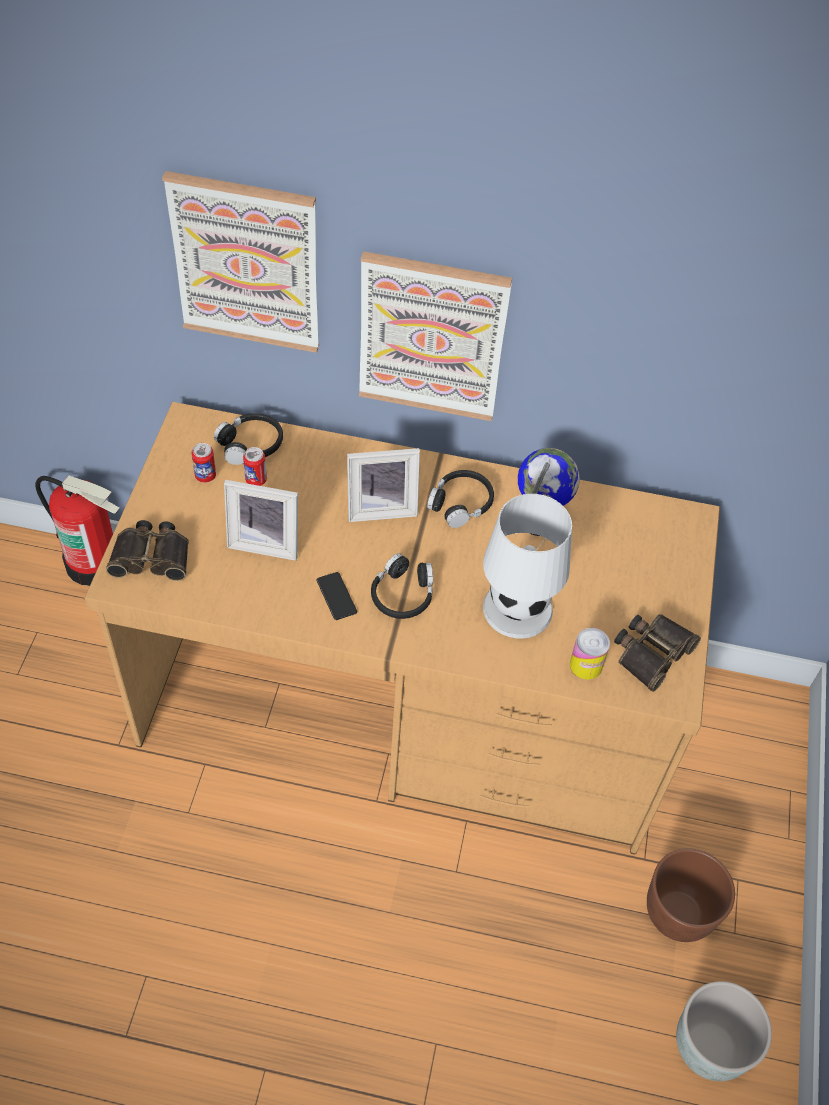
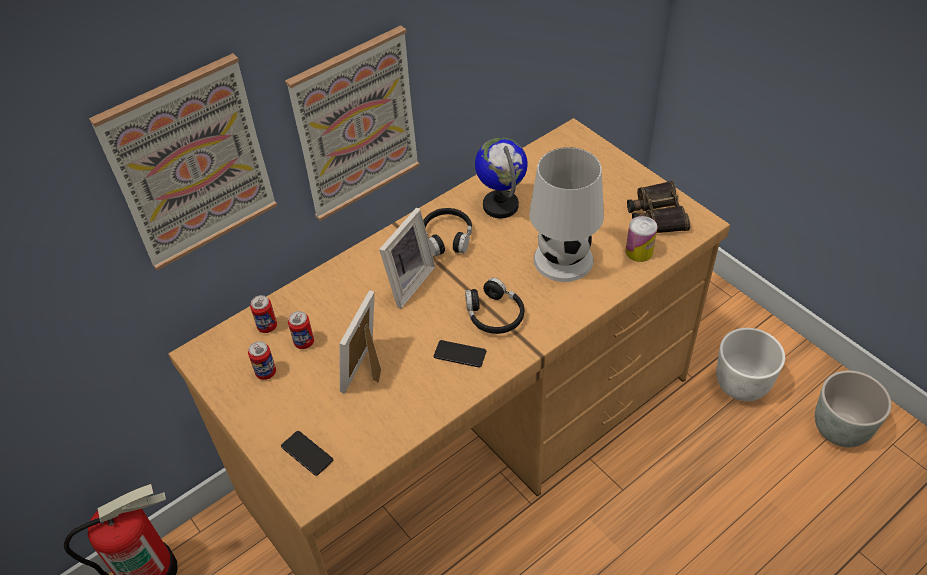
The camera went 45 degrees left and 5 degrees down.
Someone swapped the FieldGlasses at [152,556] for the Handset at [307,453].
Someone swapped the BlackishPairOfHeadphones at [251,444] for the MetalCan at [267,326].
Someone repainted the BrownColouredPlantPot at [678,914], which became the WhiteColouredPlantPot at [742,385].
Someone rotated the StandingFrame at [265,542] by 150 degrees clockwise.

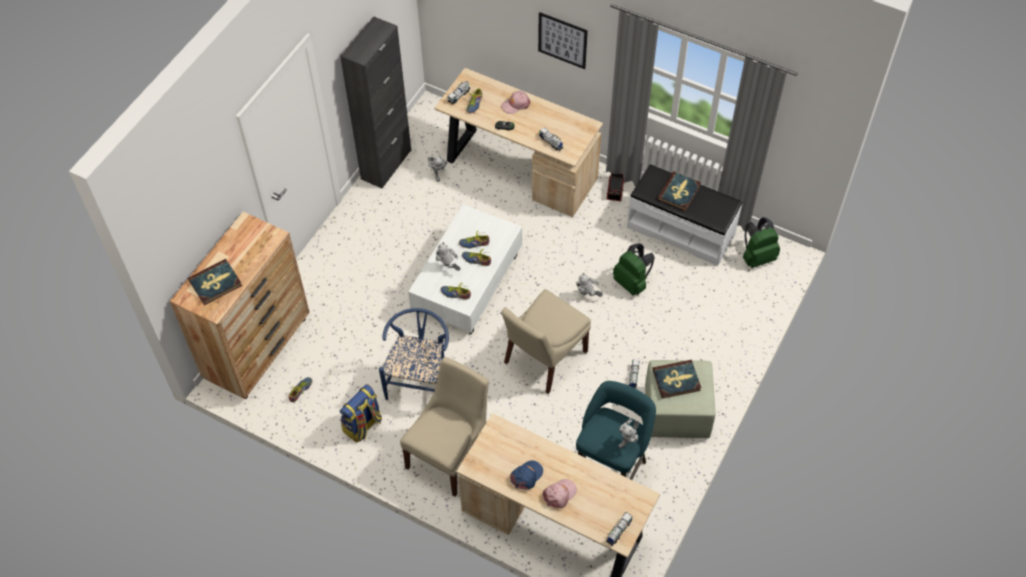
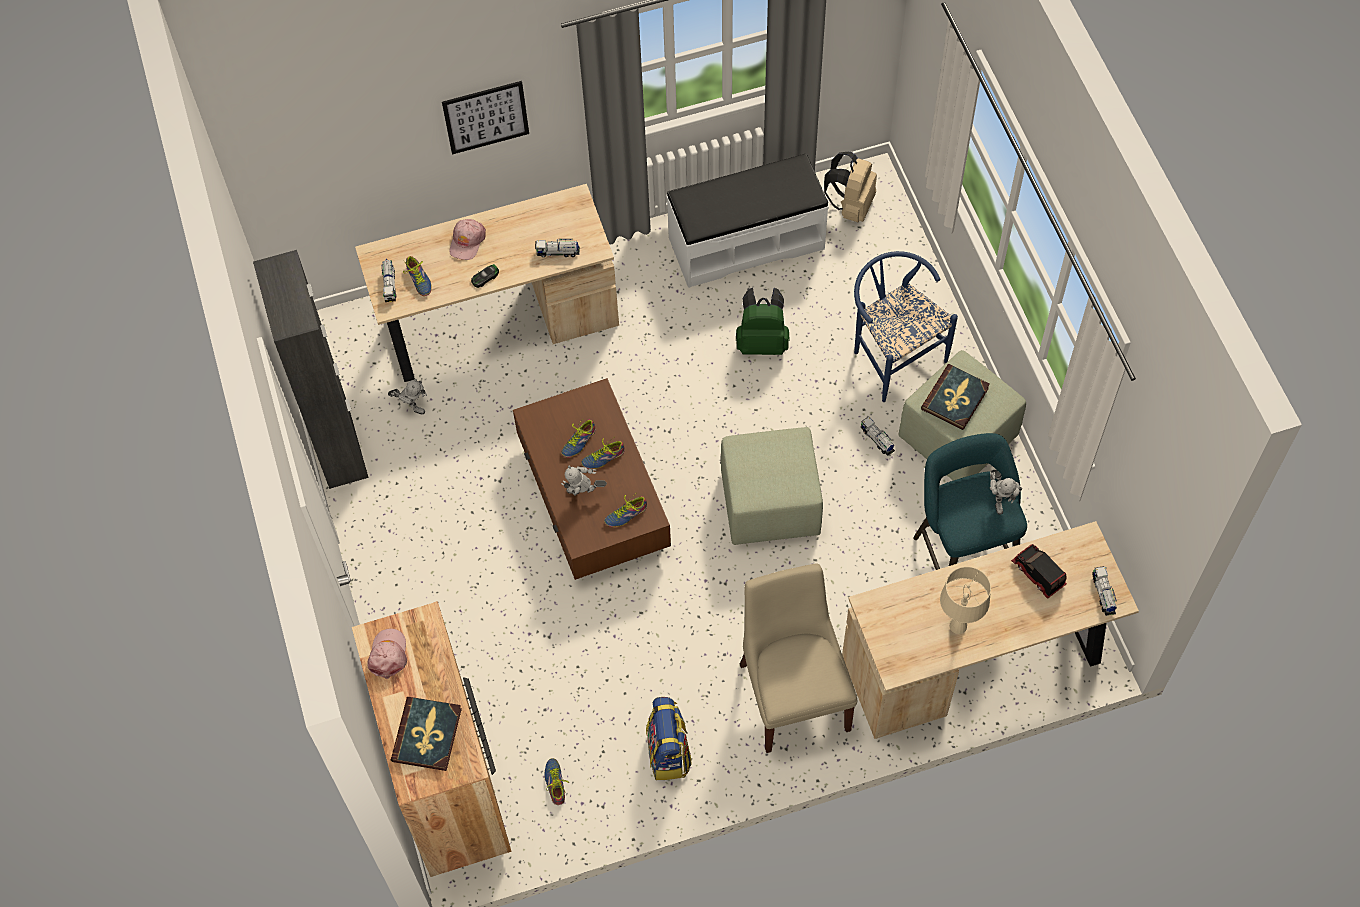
The camera went 45 degrees left and 5 degrees up.
Someone took away the ModelRobot at [587,296].
Someone took away the Book at [679,193].
Someone carried the BlueColouredPlainChair from [420,381] to [892,355].
Someone carried the PinkishCap from [559,494] to [388,655].
Someone carried the ModelTruck from [614,189] to [1037,574].
Someone swapped the SandColouredPlainChair at [543,359] for the GreenishFootrest at [769,505].
Someone swapped the BlueColouredCap at [526,476] for the SandColouredTabletopLamp at [958,626].
Someone repainted the WhiteColouredLowTable at [467,284], which became the BrownColouredLowTable at [594,499].
Someone repainted the GreenishRucksack at [757,257], which became the SandColouredRucksack at [851,206].

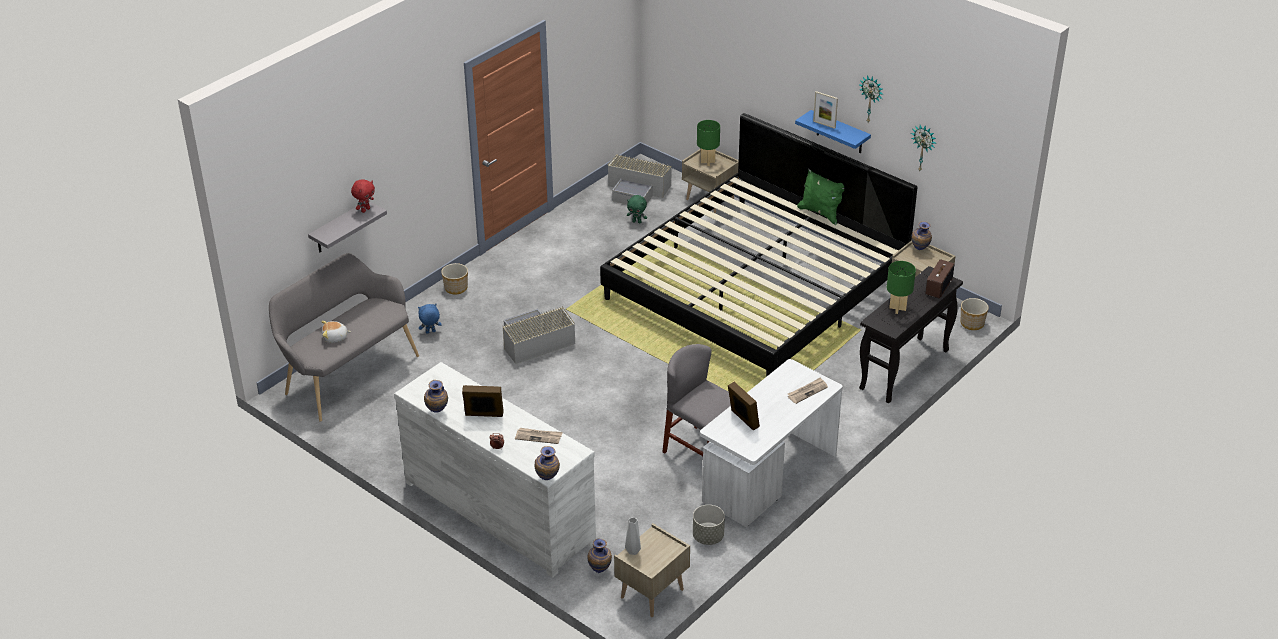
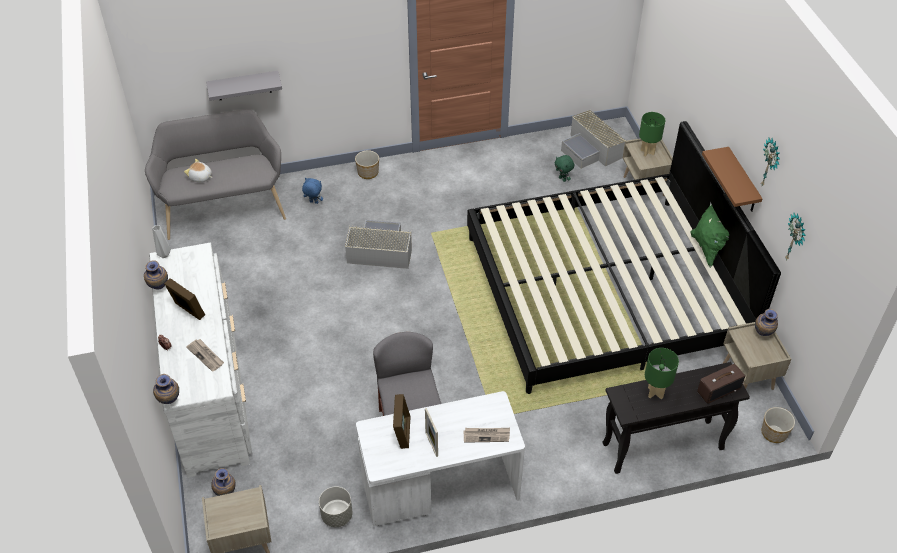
The camera went 35 degrees right and 10 degrees up.
Someone took away the RedSoftToy at [365,210].
Someone carried the GrayFlowerVase from [633,551] to [165,255].
Someone carried the StandingFrame from [824,124] to [431,444].
Someone repainted the BlueColouredShelf at [839,132], which became the BrownColouredShelf at [742,182].

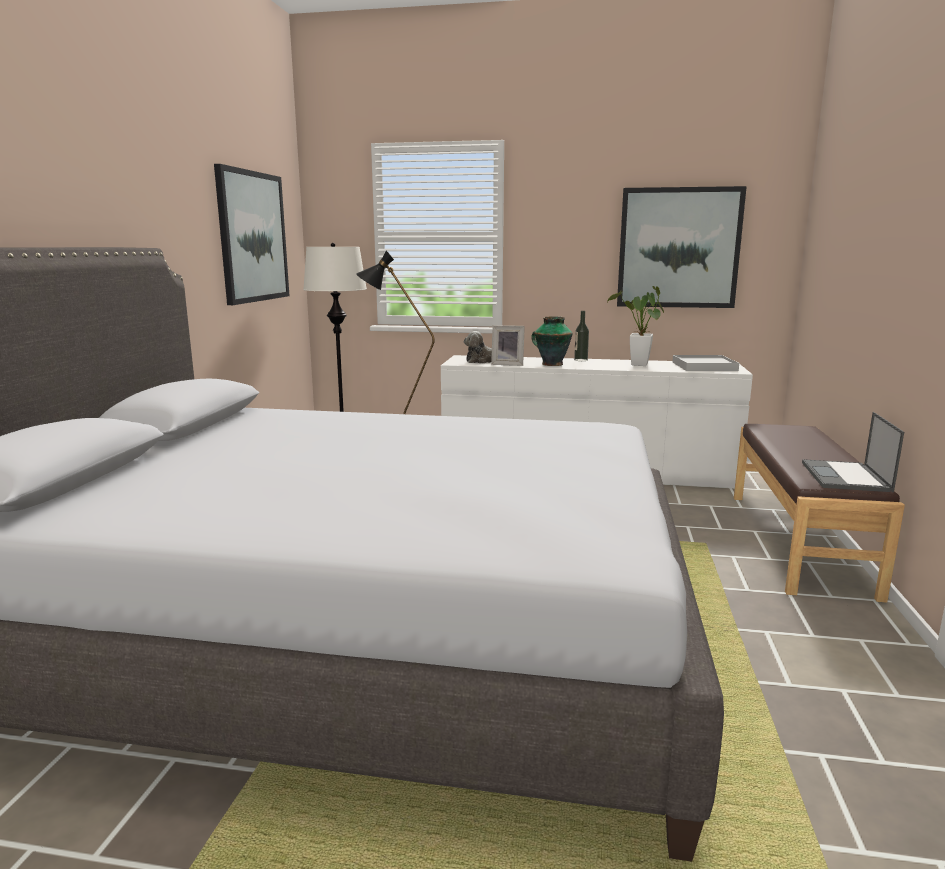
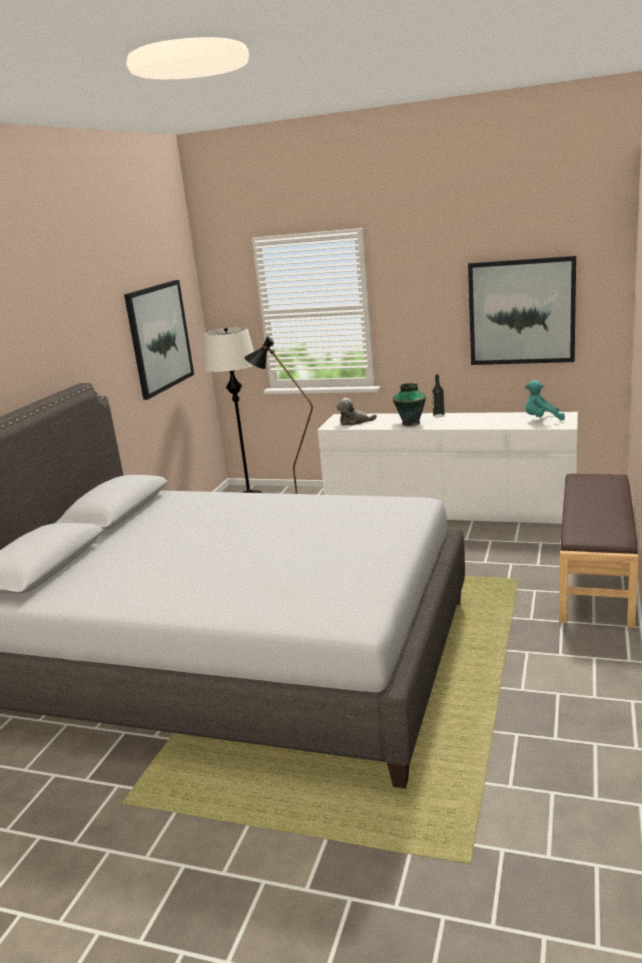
The camera went 10 degrees right and 5 degrees up.
Someone took away the StandingFrame at [507,364].
Someone took away the Houseplant at [638,365].
Someone took away the Laptop at [846,477].
Someone swapped the WhiteColouredCarryingTray at [704,366] for the TurquoiseColouredSoftToy at [541,419].

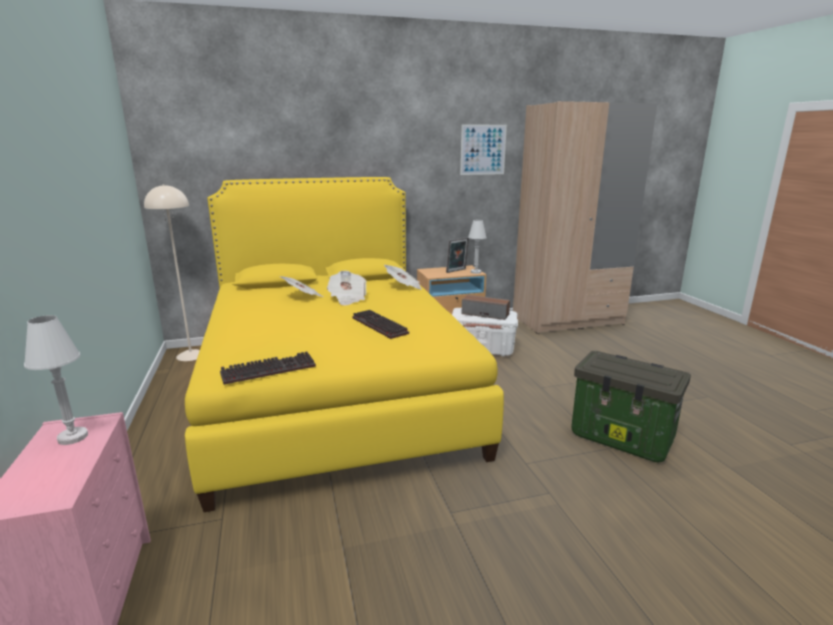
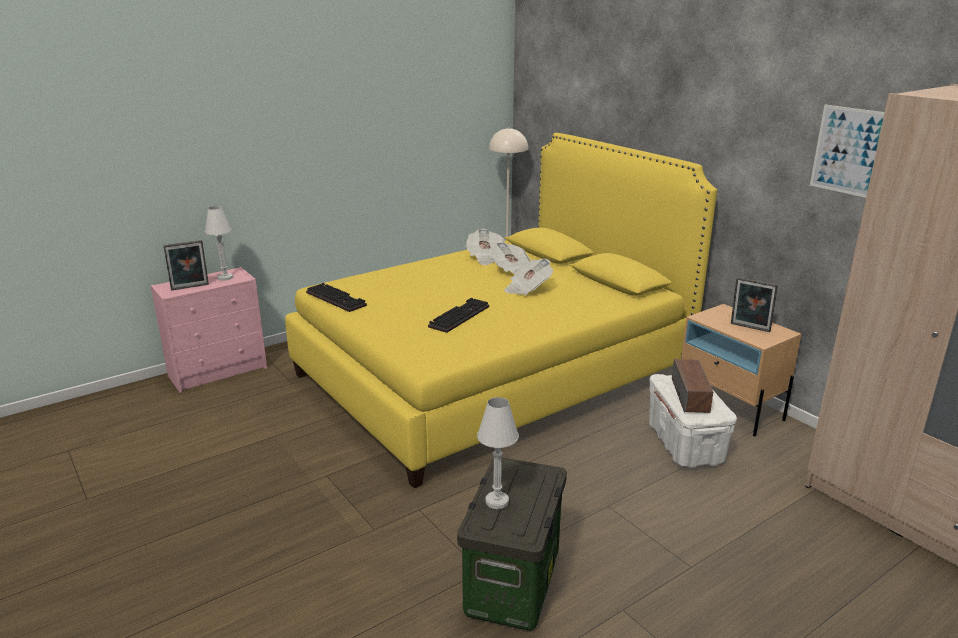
The camera went 70 degrees right and 5 degrees up.
Someone put down the StandingFrame at [190,287].
Someone carried the PrintedPaper from [404,287] to [485,258].
Someone carried the WhiteColouredTabletopLamp from [475,272] to [497,501].

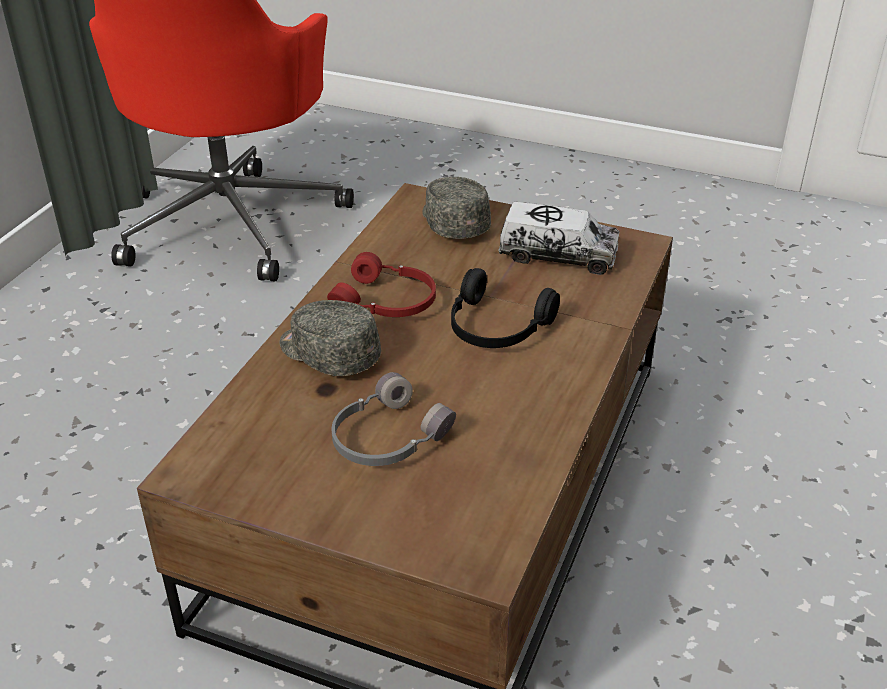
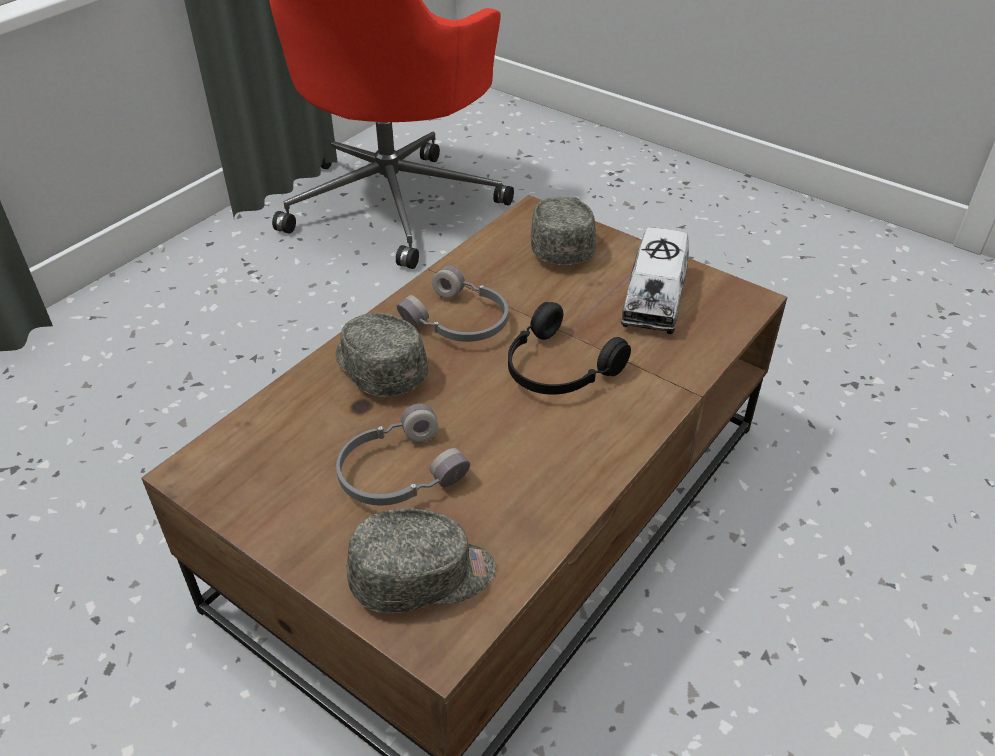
The camera went 15 degrees right and 5 degrees up.
Someone put down the GrayCap at [423,577].
Someone repainted the RedPairOfHeadphones at [386,303], which became the GrayPairOfHeadphones at [458,322].
Someone rotated the ModelTruck at [558,255] by 75 degrees clockwise.

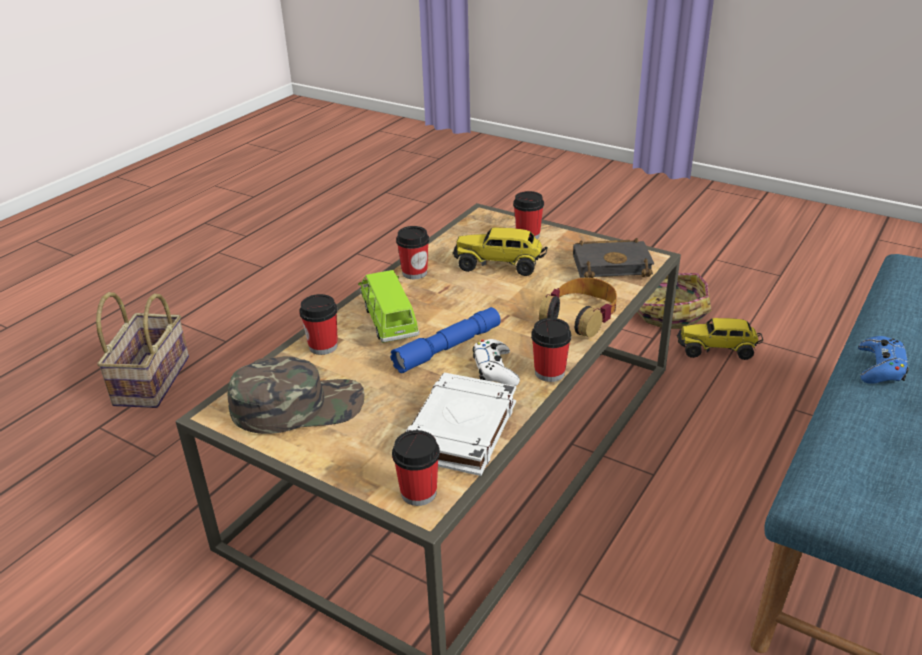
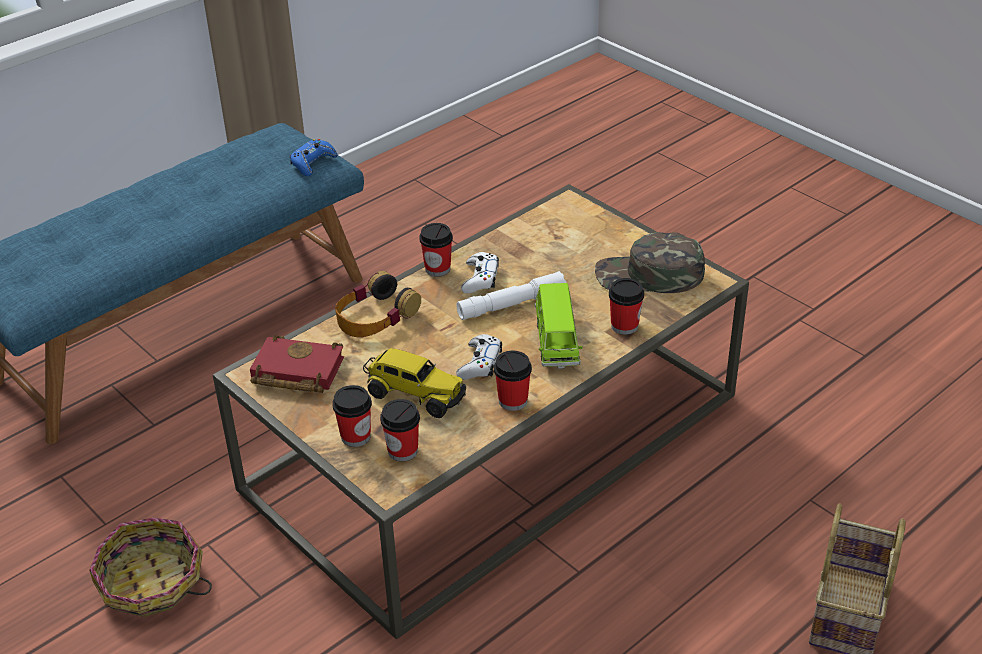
The camera went 165 degrees left and 5 degrees up.
Someone took away the WhiteColouredBook at [460,431].
Someone took away the ModelTruck at [717,349].
Someone put down the WhiteColouredGameController at [480,364].
Someone carried the SmallCup from [418,493] to [403,451].
Someone carried the BlueColouredGameController from [880,368] to [313,163].
Someone repainted the BlueColouredTorch at [448,348], which became the WhiteColouredTorch at [511,305].
Someone repainted the BlackishBook at [613,264], which became the RedBook at [294,372].

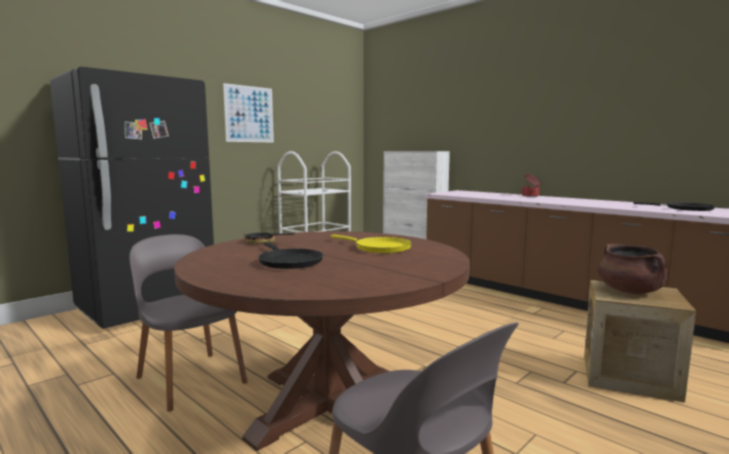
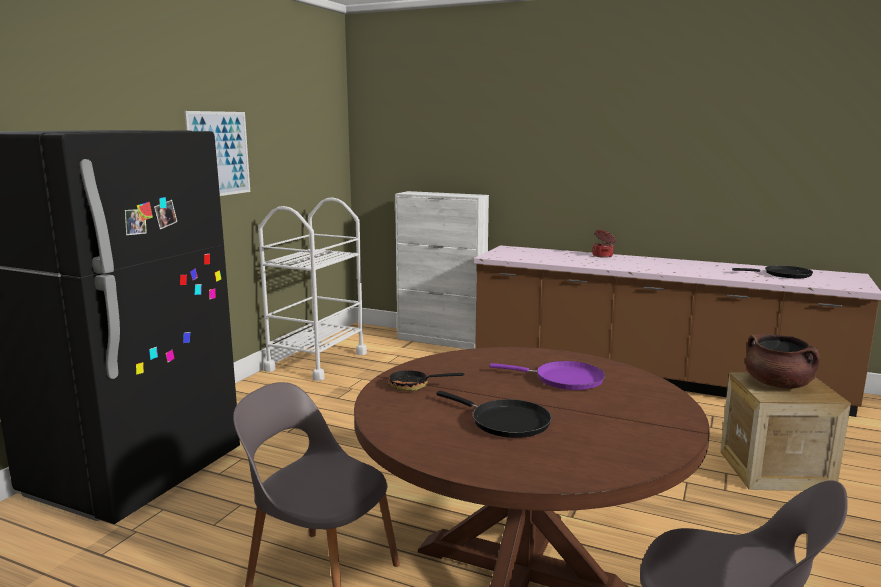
The camera went 20 degrees left and 5 degrees up.
Someone repainted the YellowColouredPan at [379,248], which became the PurpleColouredPan at [564,379].

